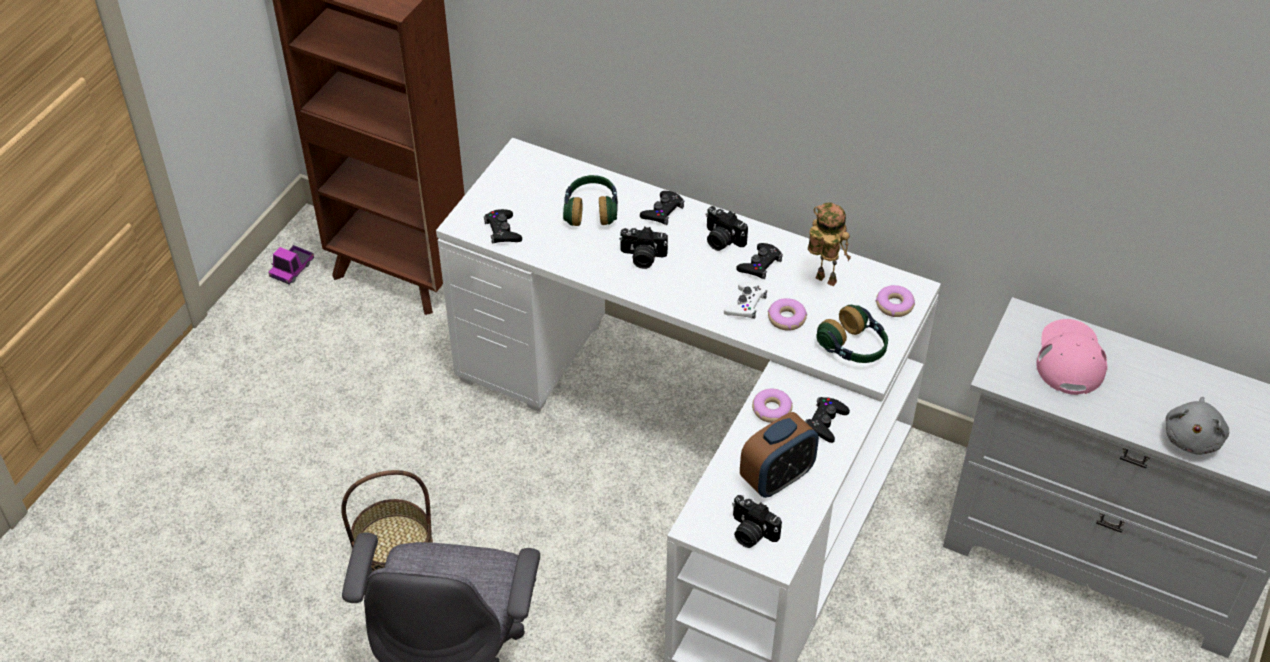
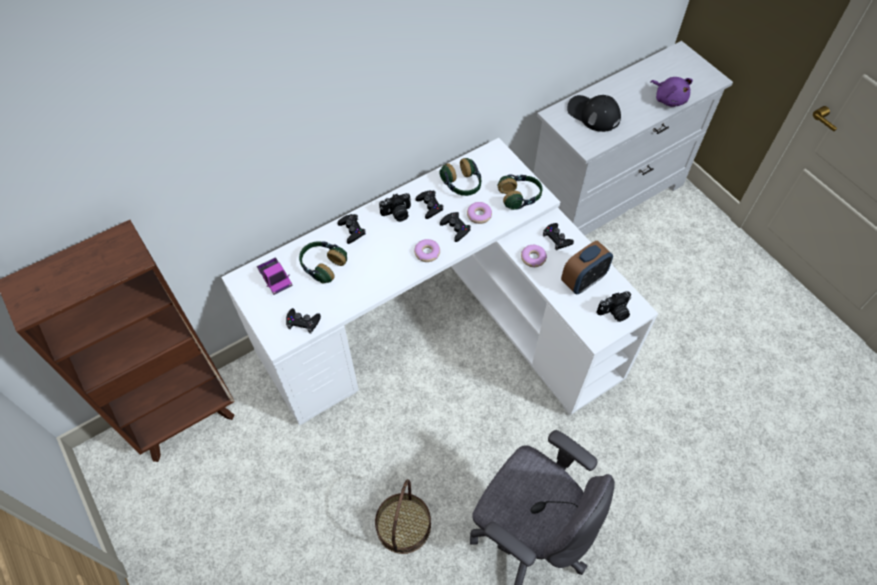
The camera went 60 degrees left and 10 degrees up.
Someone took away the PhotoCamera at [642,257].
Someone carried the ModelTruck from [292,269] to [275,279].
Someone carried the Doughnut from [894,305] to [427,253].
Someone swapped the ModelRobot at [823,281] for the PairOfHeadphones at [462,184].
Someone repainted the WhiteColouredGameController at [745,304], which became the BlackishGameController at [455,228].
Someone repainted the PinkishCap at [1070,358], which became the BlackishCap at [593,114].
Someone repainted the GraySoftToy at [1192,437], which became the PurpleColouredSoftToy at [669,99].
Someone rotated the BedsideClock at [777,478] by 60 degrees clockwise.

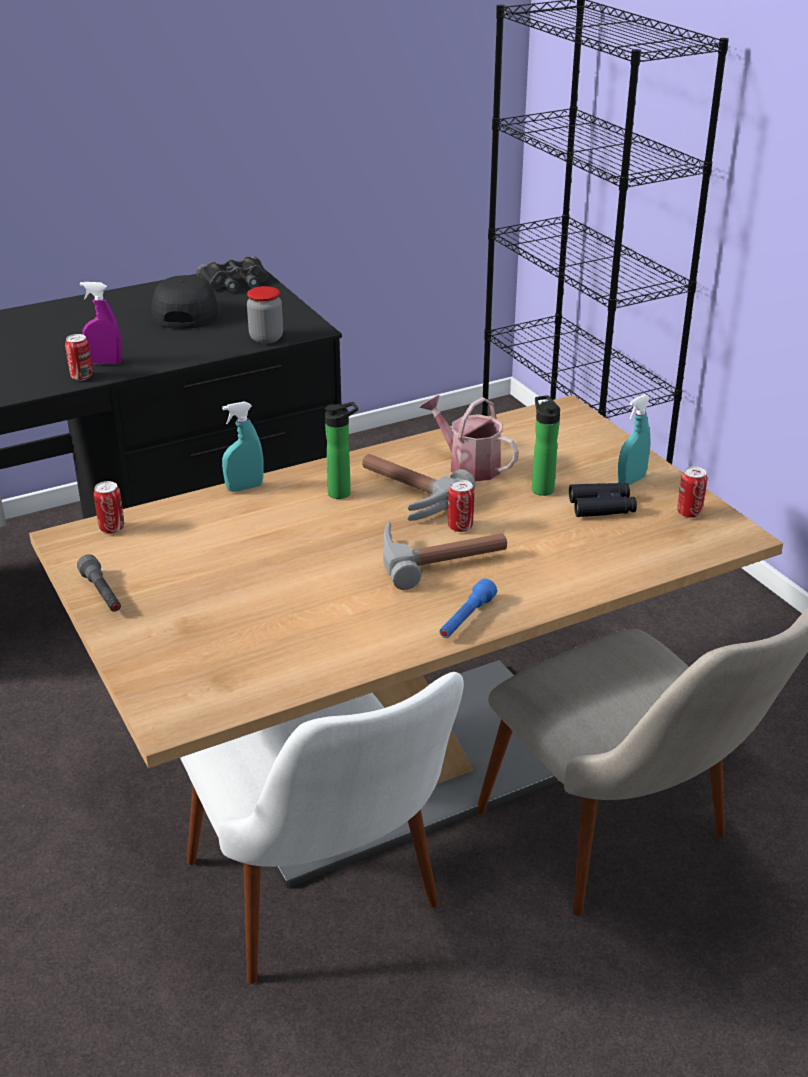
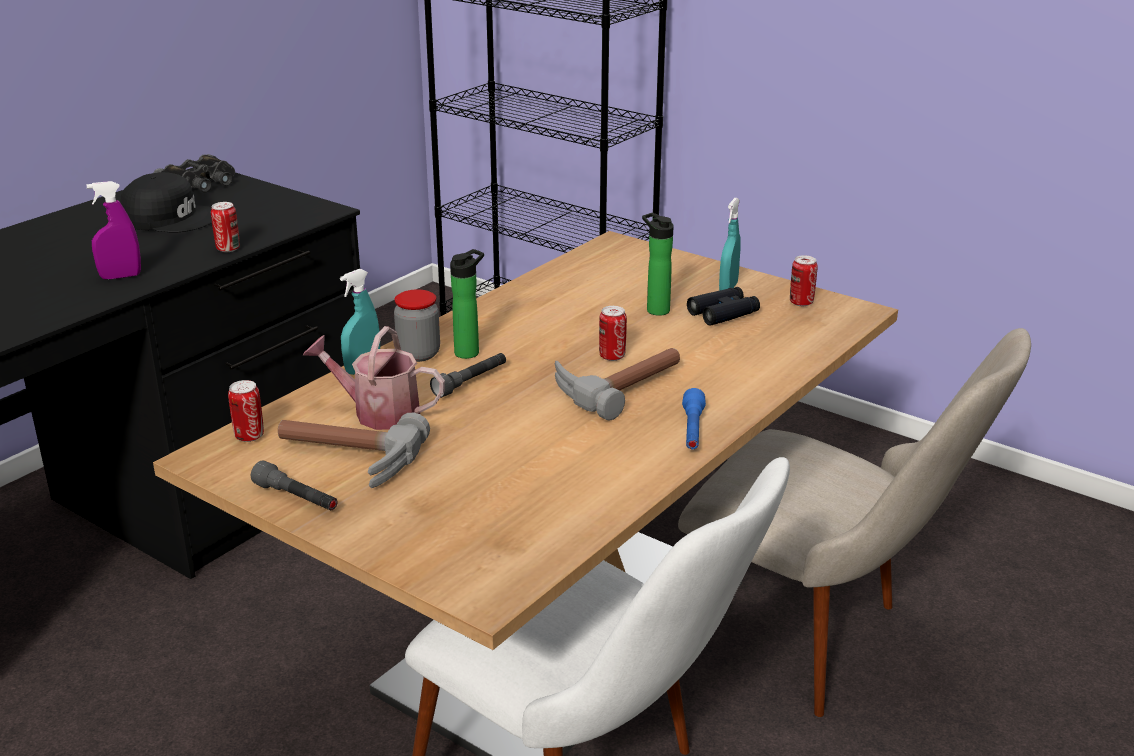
The camera went 25 degrees left and 5 degrees down.
Someone put down the GrayTorch at [470,382].
Someone carried the MetalCan from [81,377] to [228,249].
Someone carried the Jar from [266,338] to [418,354].
Someone carried the Hammer from [403,495] to [344,460].
Someone carried the SprinklingCan from [468,465] to [378,412].
Someone rotated the BlackishCap at [186,312] by 120 degrees clockwise.

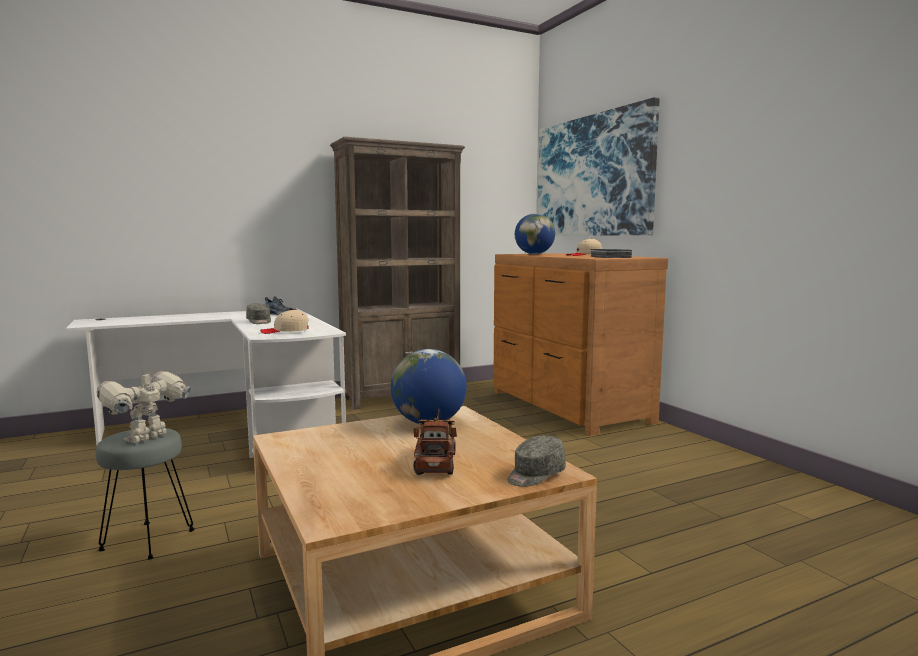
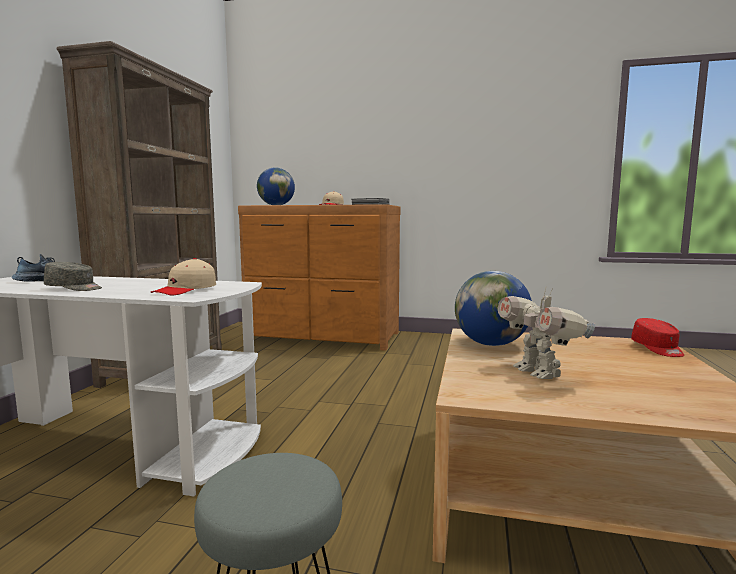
The camera went 50 degrees left and 0 degrees up.
Someone took away the ModelTruck at [436,460].
Someone took away the WallArt at [592,176].
Someone carried the ModelRobot from [148,439] to [539,373].
Someone repainted the GrayCap at [535,475], which became the RedCap at [657,349].

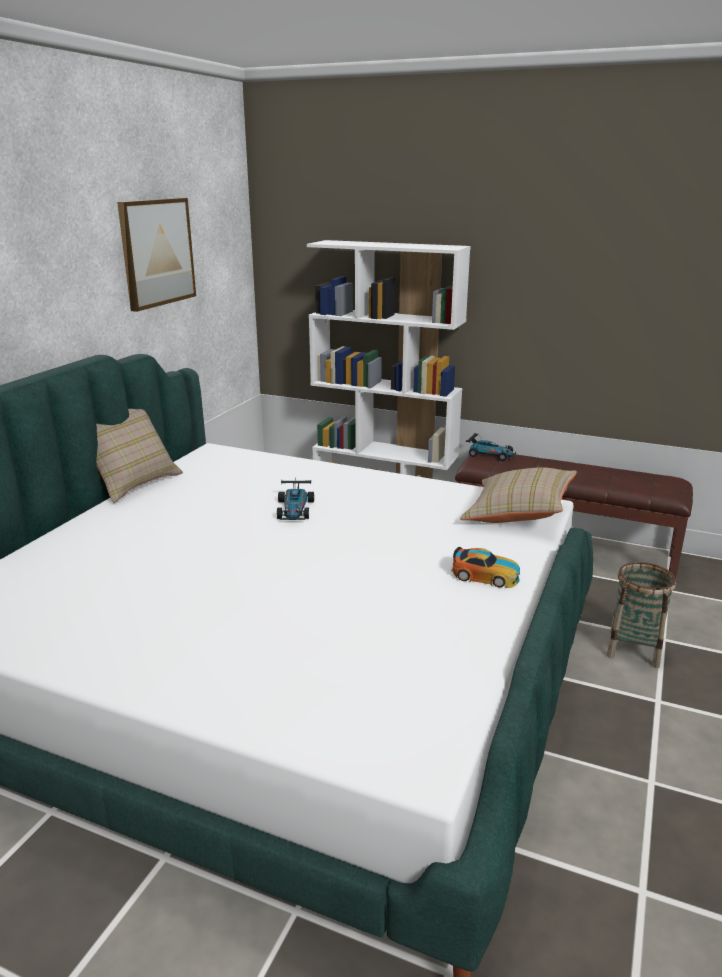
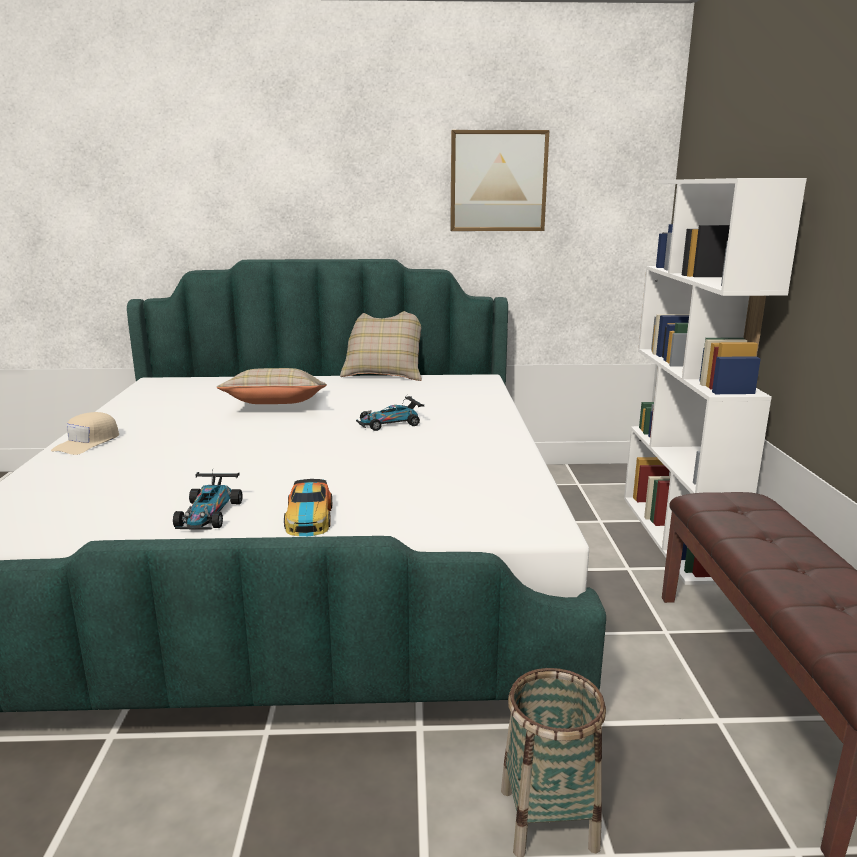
The camera went 65 degrees right and 5 degrees down.
Someone put down the SandColouredCap at [88,443].
Someone carried the SandColouredThrowPillow from [518,514] to [276,406].
Someone carried the ToyCar from [490,454] to [209,514].

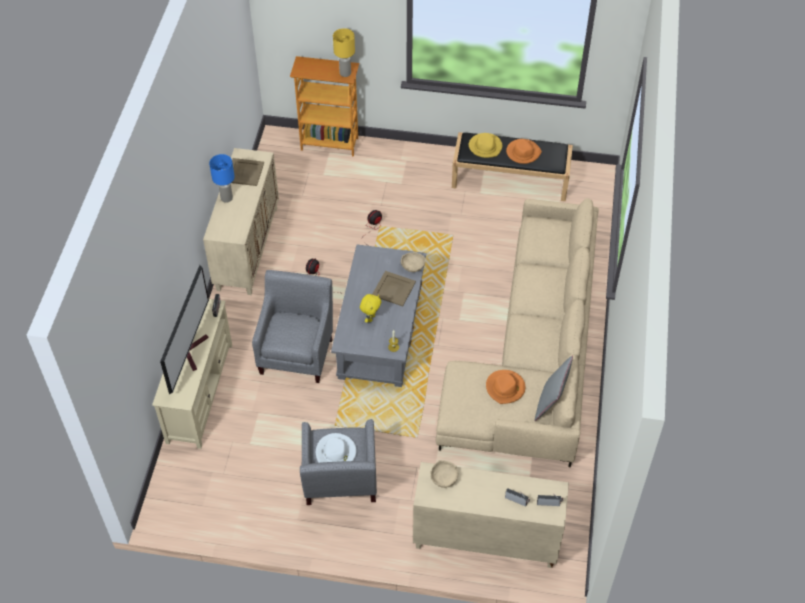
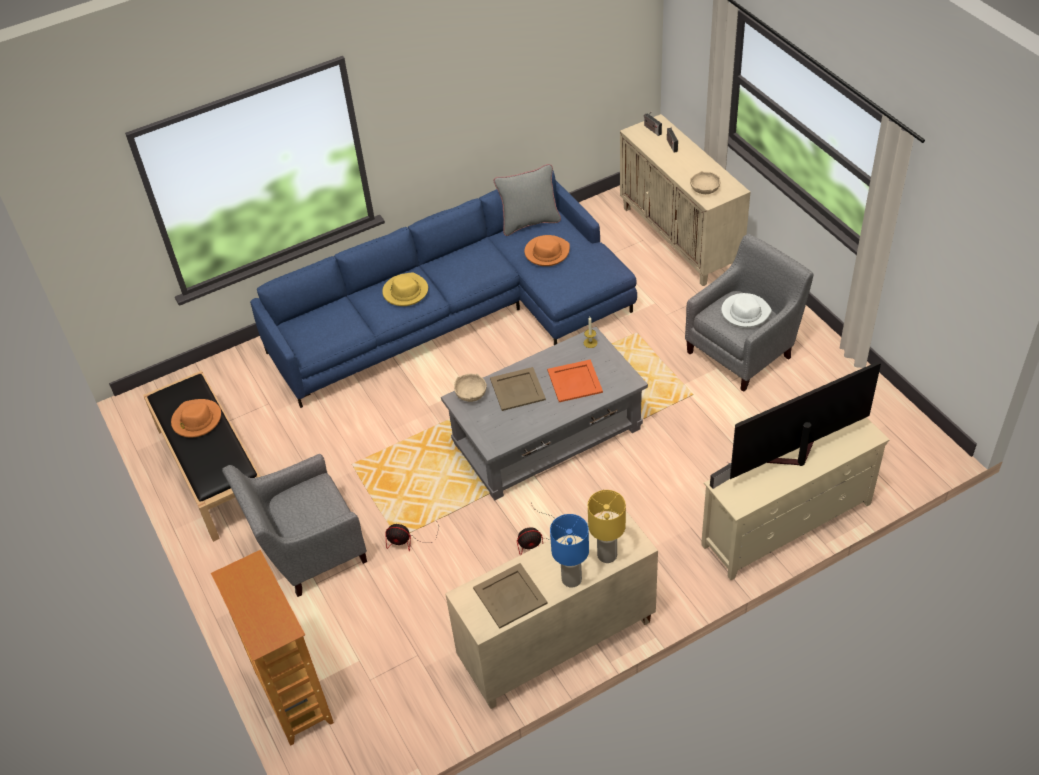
The camera went 125 degrees left and 5 degrees down.
Someone carried the GrayLoungeChair from [297,351] to [307,551].
Someone carried the YellowColouredTabletopLamp from [345,73] to [607,555].
Someone carried the YellowColouredClothingHat from [485,147] to [405,292].
Someone swapped the YellowColouredSoftToy at [371,318] for the OrangeColouredCarryingTray at [574,381].
Someone repainted the SandColouredSofa at [531,355], which became the BlueColouredSofa at [459,315].

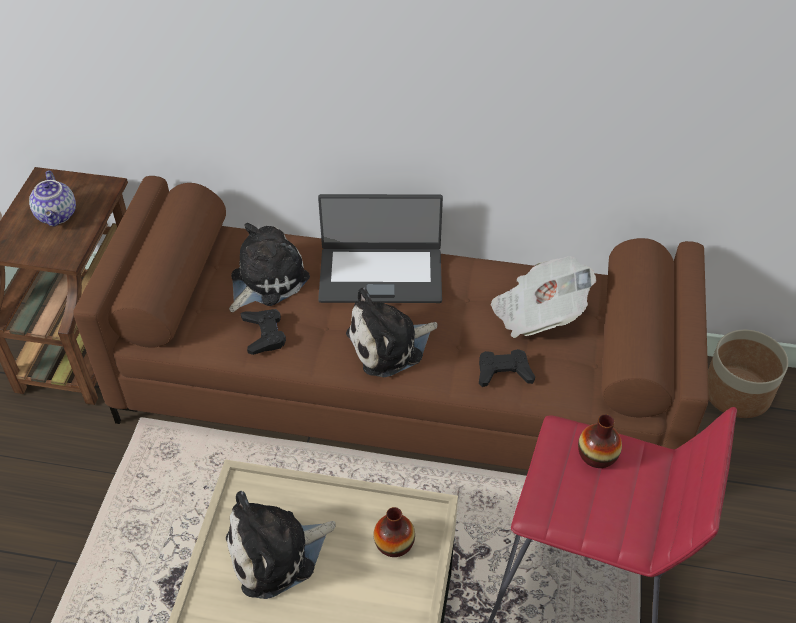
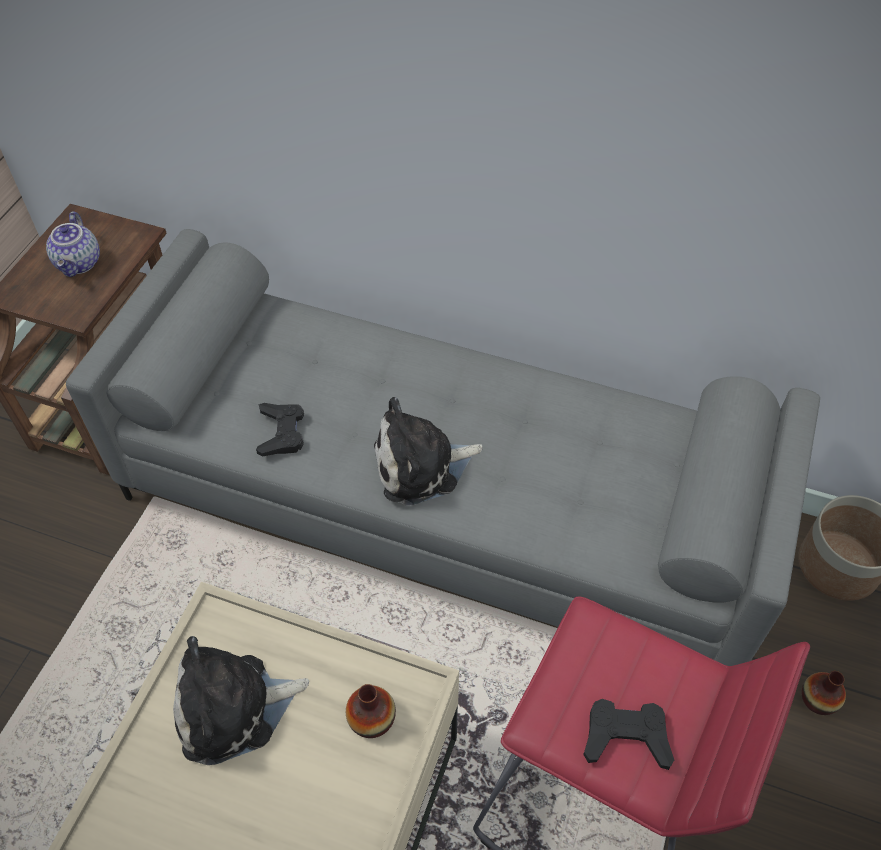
The camera went 10 degrees right and 5 degrees up.
Someone took away the SoftToy at [265,280].
Someone took away the Laptop at [380,274].
Someone took away the PrintedPaper at [538,313].
Someone carried the BlackishGameController from [504,372] to [626,737].
Someone carried the FlowerVase from [597,455] to [818,699].
Someone repainted the BrownColouredSofa at [400,390], which became the GraySofa at [444,505].

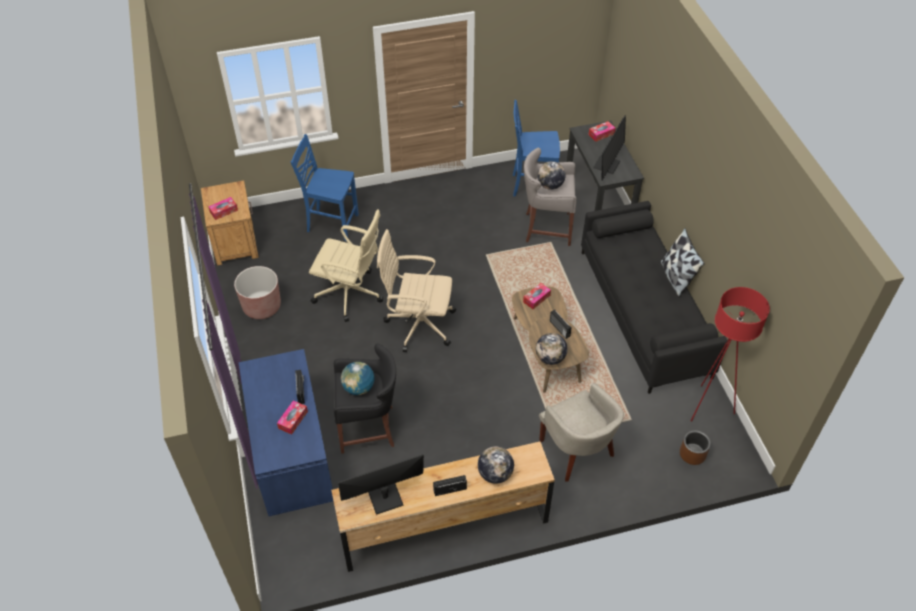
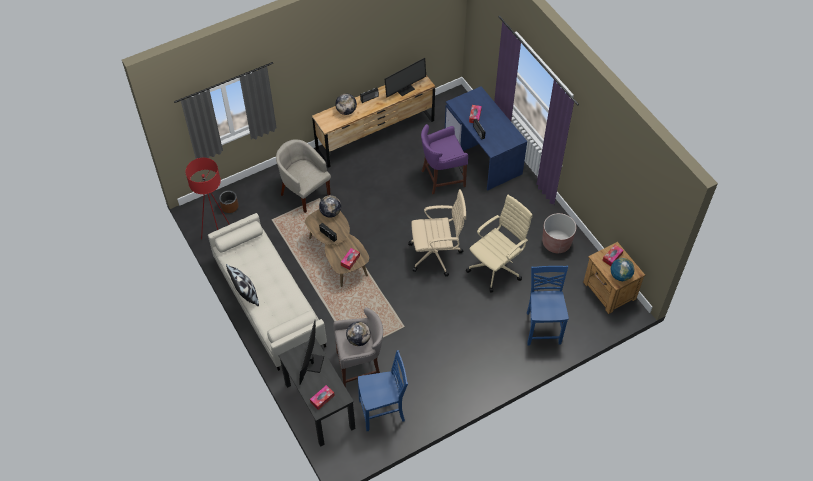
The camera went 165 degrees right and 5 degrees up.
Someone carried the DeskGlobe from [359,388] to [620,275].
Someone repainted the BlackishStool at [369,428], which became the PurpleColouredStool at [441,178].
Someone repainted the BlackishSofa at [644,313], which became the SandColouredSofa at [268,302].
Someone rotated the BlueColouredPlainChair at [331,223] by 90 degrees counterclockwise.
Someone rotated the SandColouredOfficeChair at [350,294] by 135 degrees clockwise.

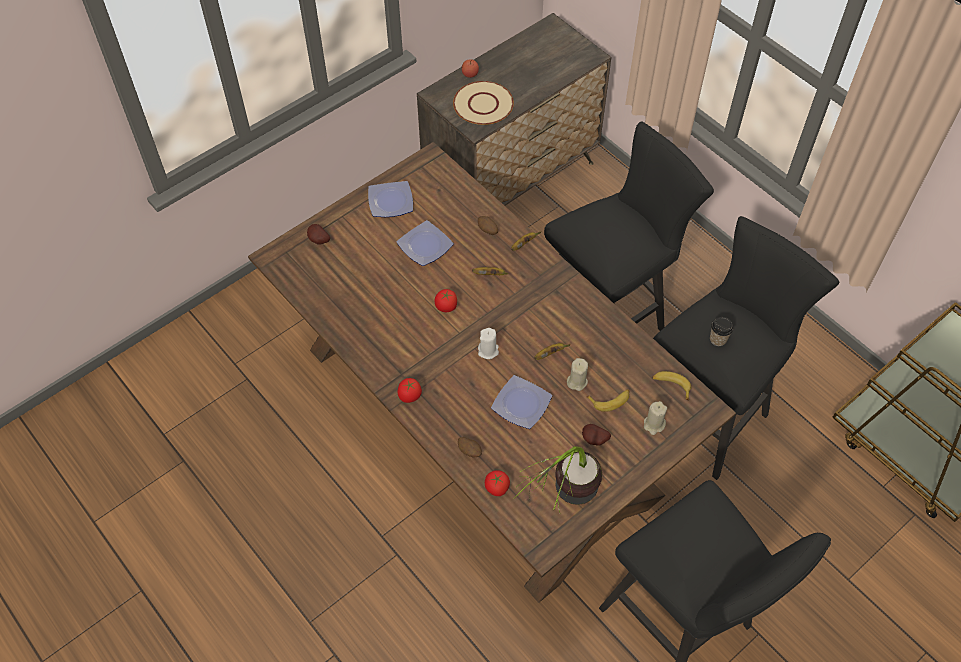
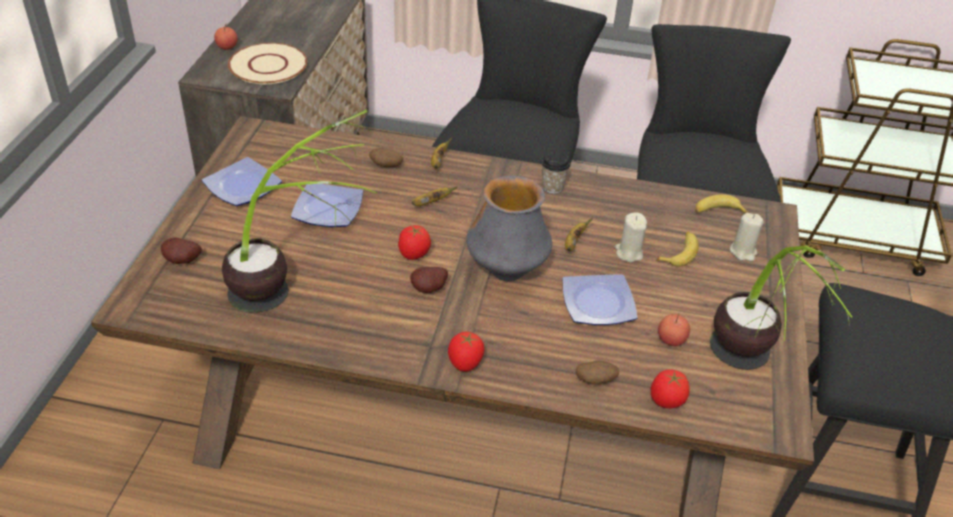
The camera went 40 degrees left and 15 degrees down.
Someone put down the Houseplant at [295,290].
Someone put down the Apple at [671,340].
Someone carried the Spud from [594,440] to [429,290].
Someone carried the SmallCup from [718,339] to [552,187].
Someone swapped the WhiteColouredCandle at [488,351] for the FlowerVase at [506,272].

